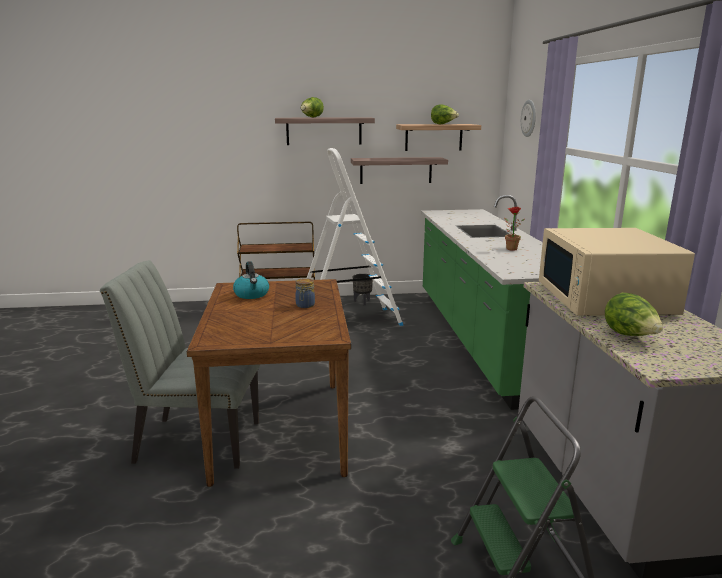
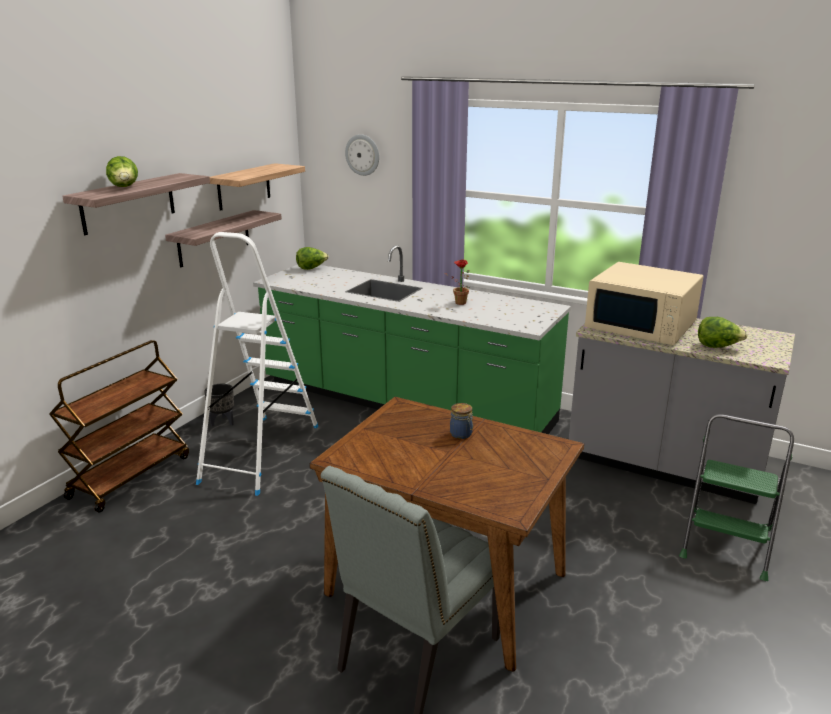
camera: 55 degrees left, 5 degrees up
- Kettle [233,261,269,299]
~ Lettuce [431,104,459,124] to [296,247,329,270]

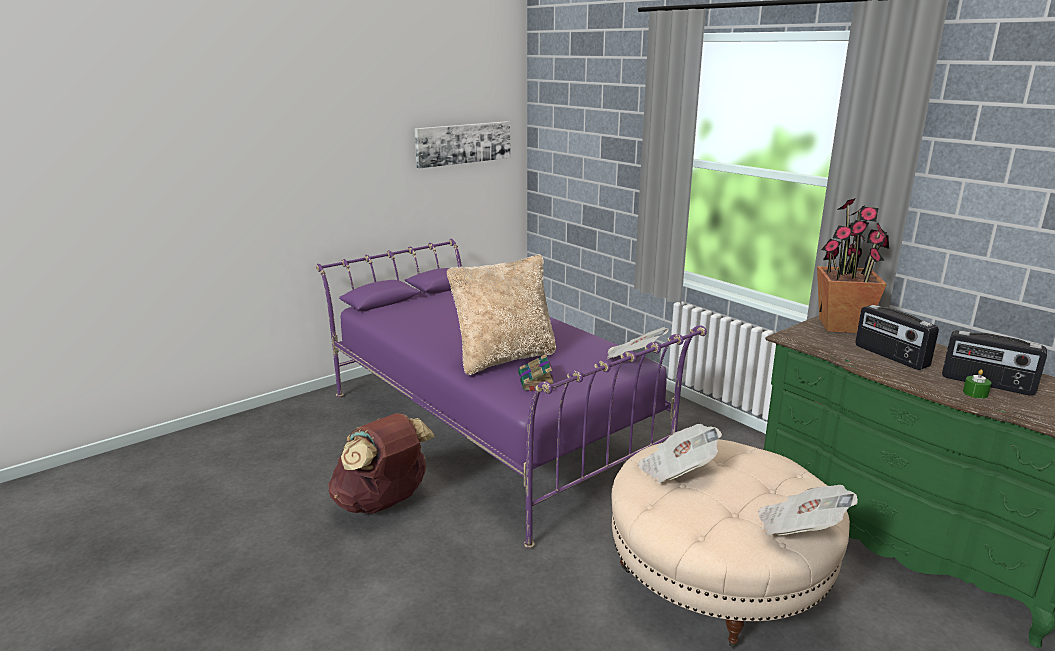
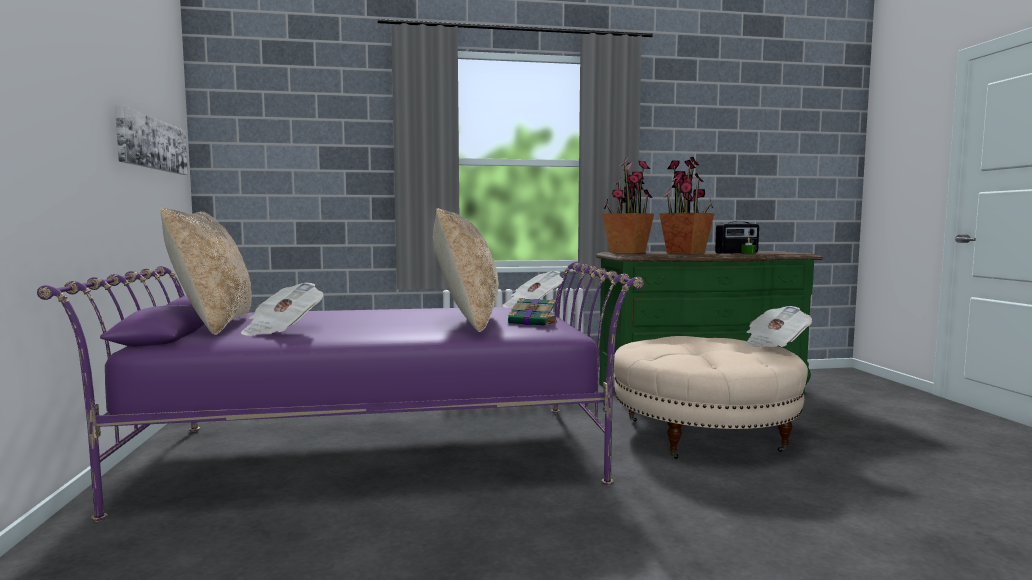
camera: 60 degrees left, 15 degrees down
- BrownBackpack [328,413,435,514]
+ BeigePillow [160,208,252,335]
~ Newspaper [638,424,722,483] to [241,283,323,336]
~ Radio [855,305,939,370] to PottedPlant [659,157,715,254]

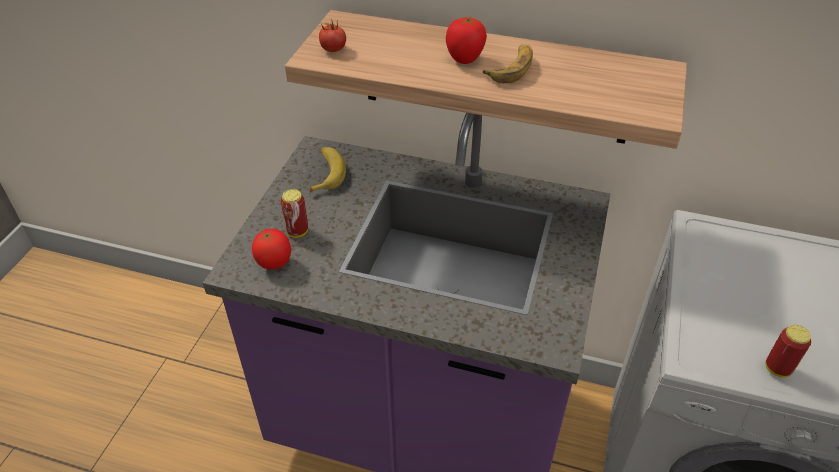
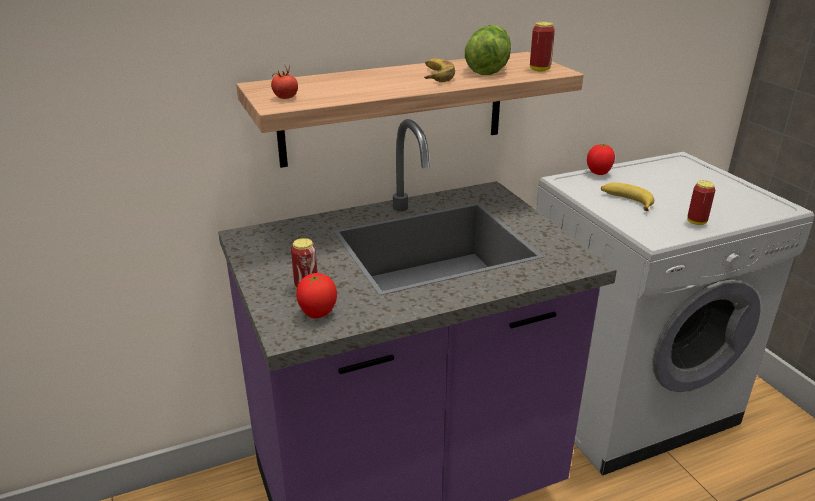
camera: 40 degrees left, 15 degrees down
+ Lettuce [465,25,511,75]
+ Can [530,22,555,71]
~ Banana [310,147,346,192] to [601,183,654,211]
~ Tomato [446,17,487,64] to [587,144,615,175]

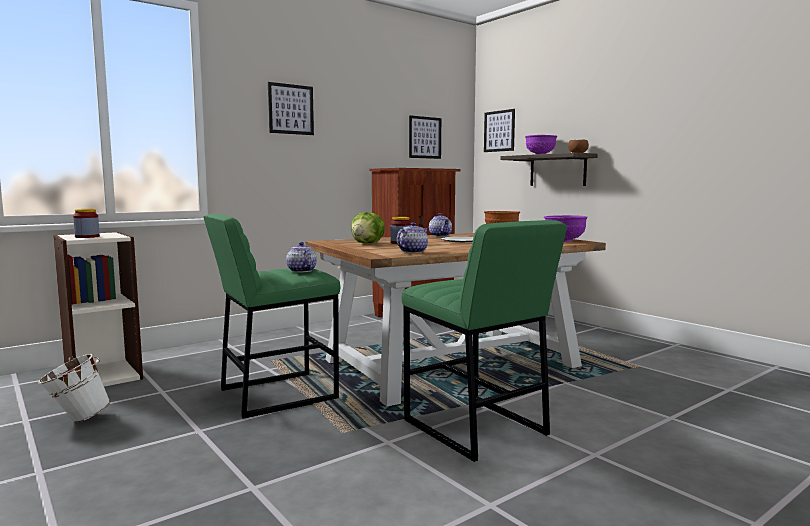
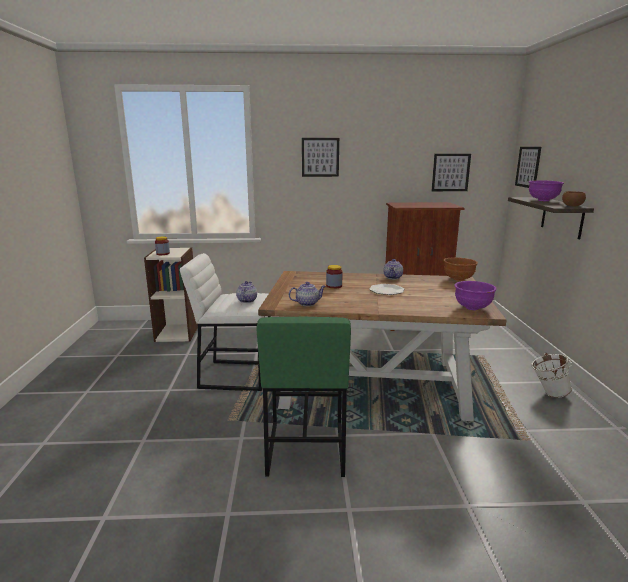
camera: 35 degrees right, 10 degrees up
- Lettuce [351,212,385,244]
~ WhiteBucket [38,354,111,423] to [531,353,572,398]
~ GreenStool [204,213,340,419] to WhiteStool [180,253,271,391]

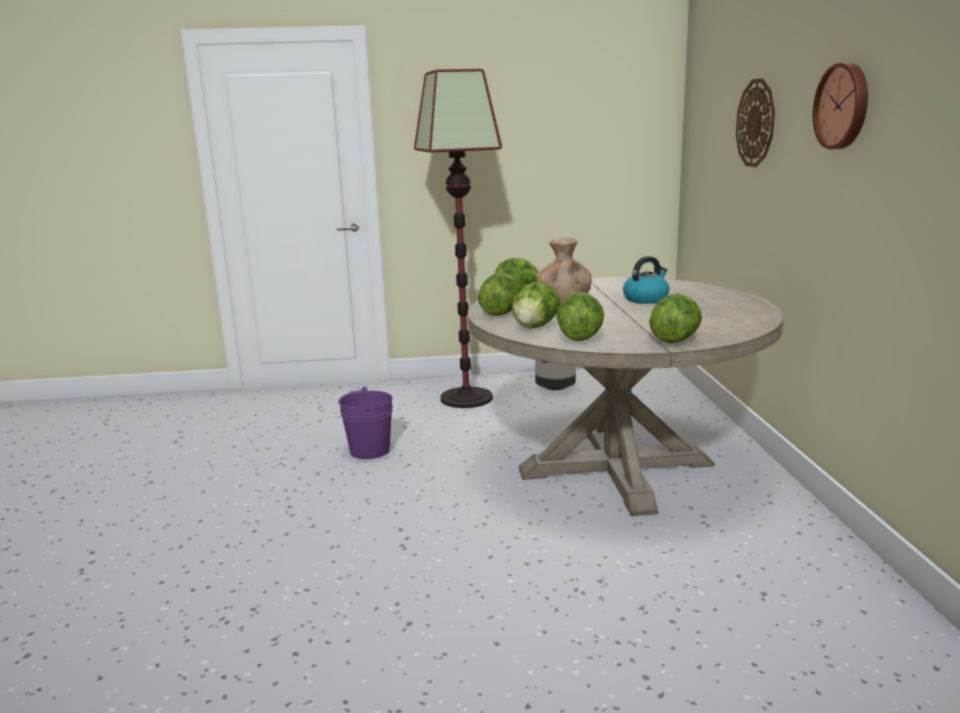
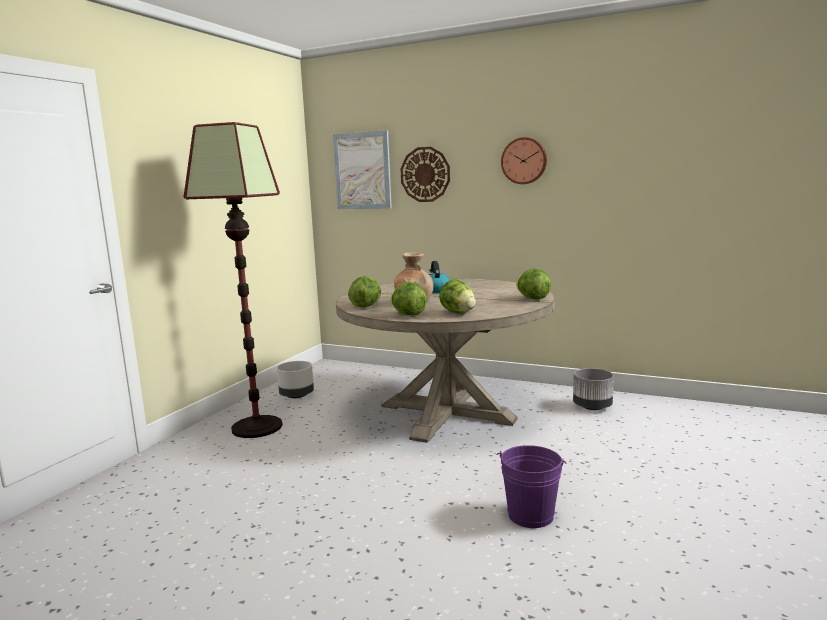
camera: 60 degrees left, 5 degrees down
- Lettuce [557,292,604,341]
+ Picture [333,130,392,209]
+ GreyPlanter [573,368,614,410]
~ PurpleBucket [338,387,393,459] to [496,445,566,528]

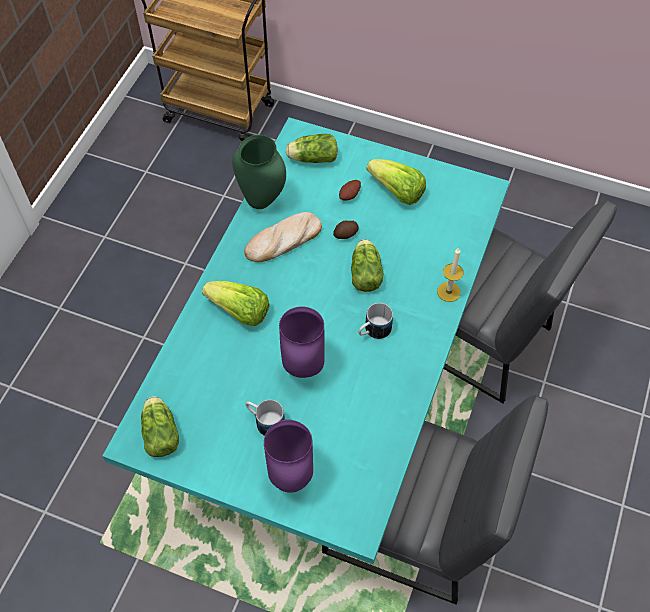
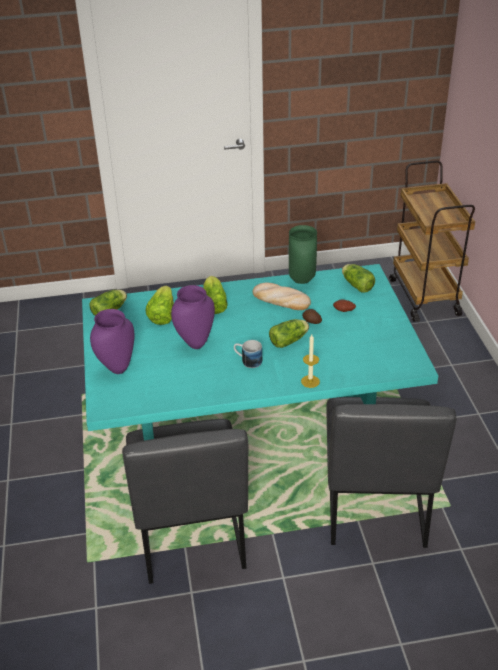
camera: 60 degrees right, 20 degrees down
- Mug [246,400,285,436]
~ Lettuce [366,159,426,205] to [146,286,174,325]

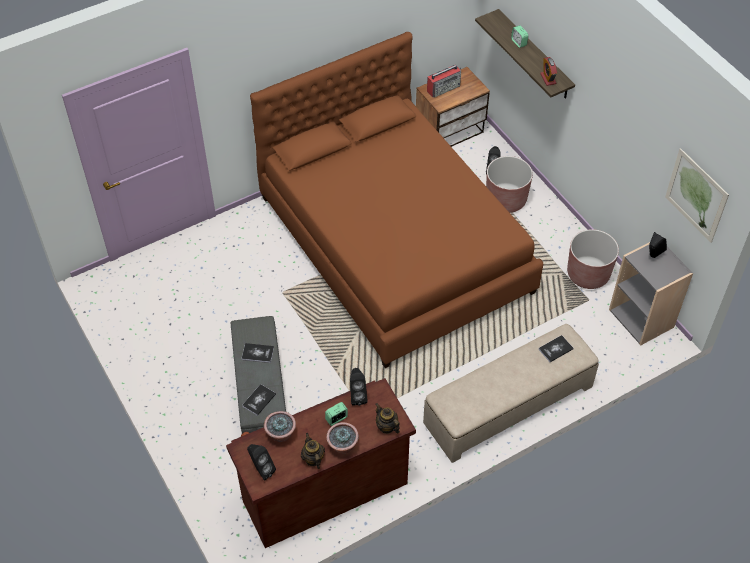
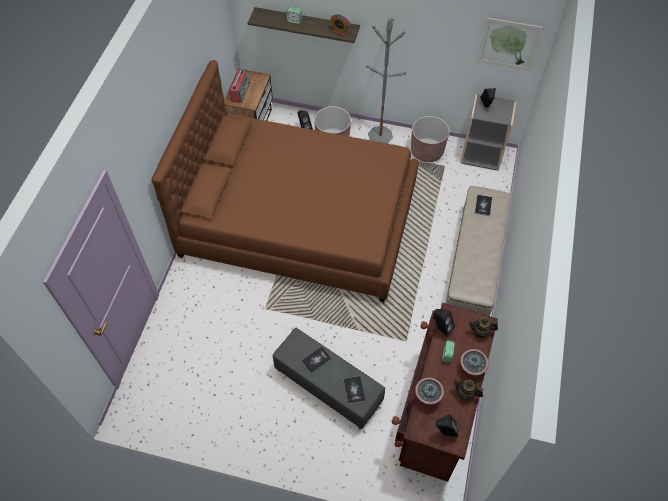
camera: 45 degrees left, 5 degrees up
+ GreyClothesRack [366,18,406,144]

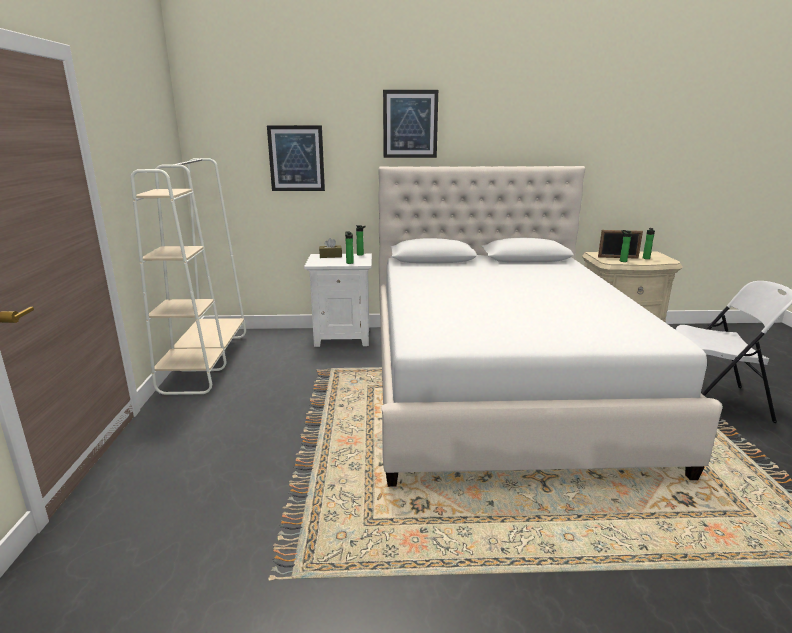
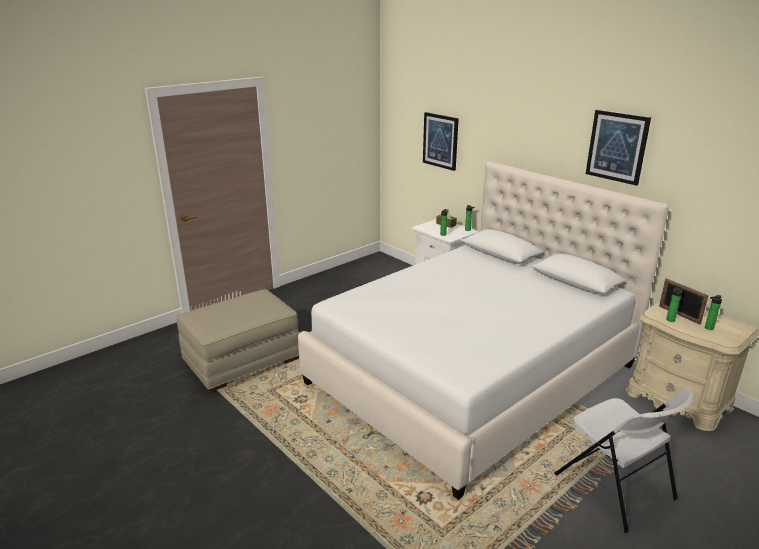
camera: 50 degrees right, 5 degrees up
- BeigeClothesRack [130,158,246,395]
+ BeigeOttoman [176,289,299,393]
~ Picture [383,90,438,158] to [586,110,651,186]

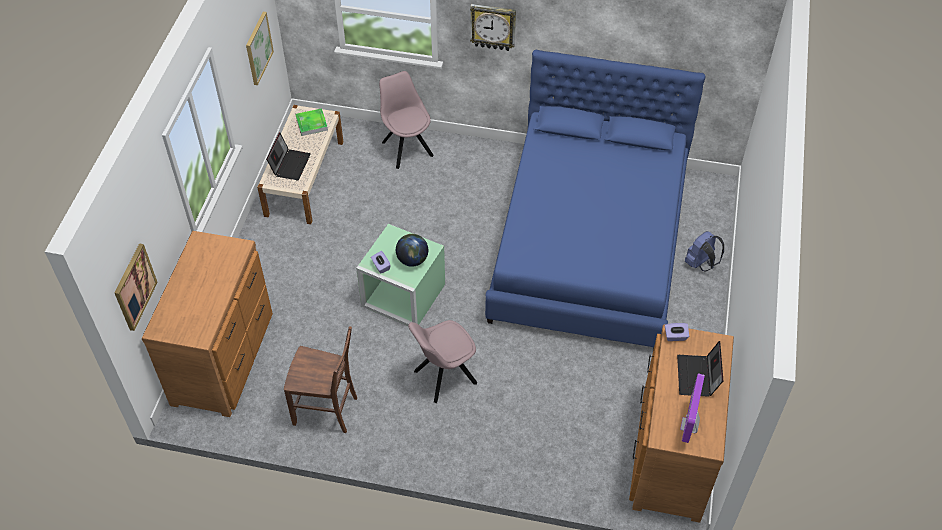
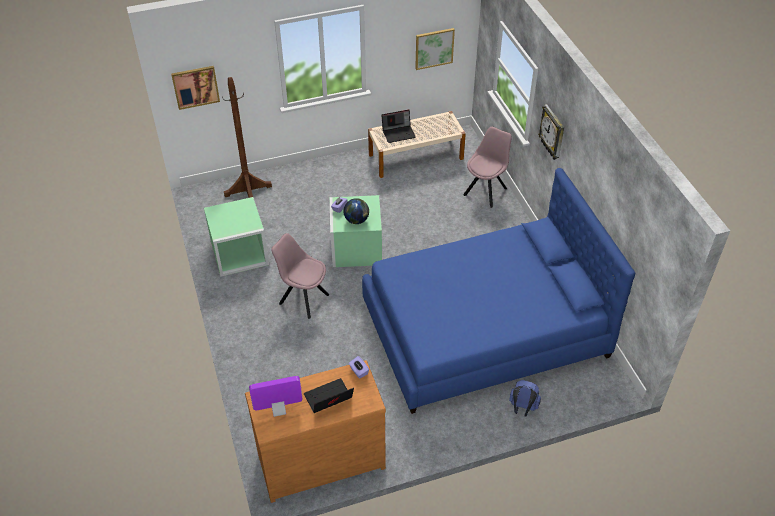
camera: 60 degrees right, 5 degrees down
- Tray [295,108,328,136]
~ BrownDresser [141,231,273,417] to BrownClothesRack [222,77,272,198]
~ BrownChair [284,326,357,433] to GreenStorageBox [204,197,269,277]

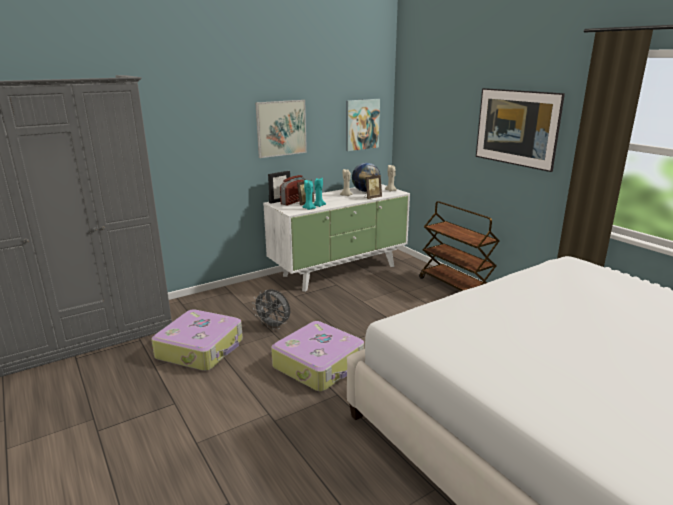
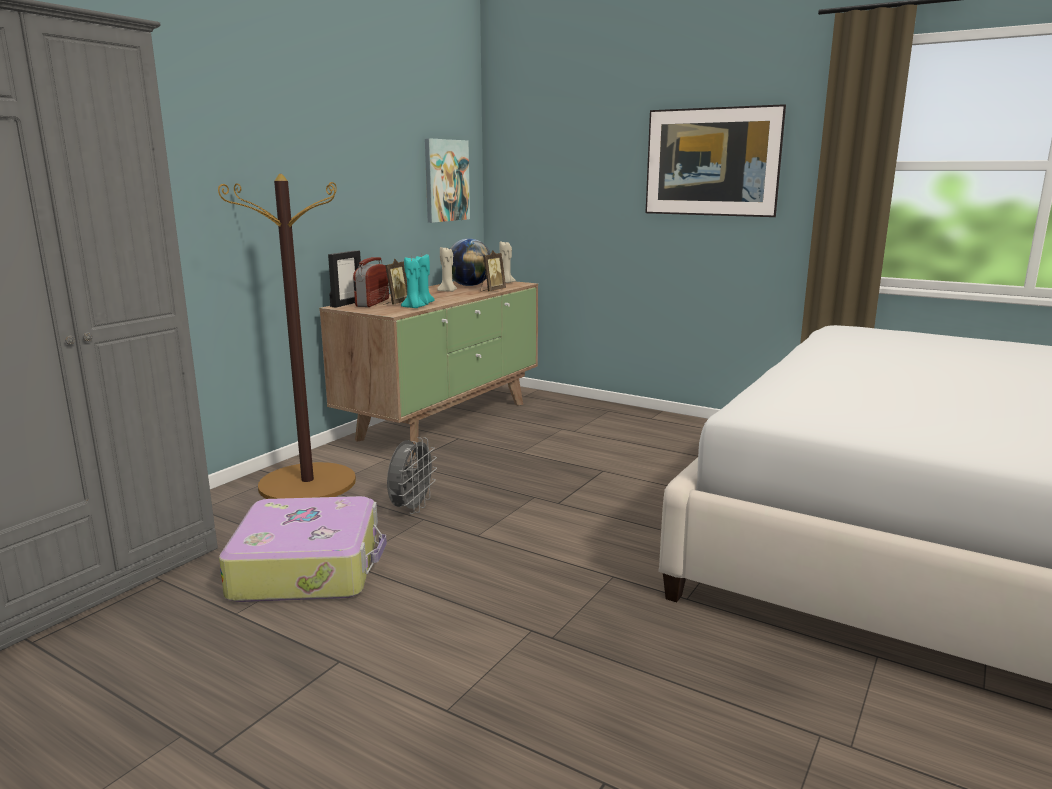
camera: 25 degrees left, 5 degrees down
- Picture [255,100,307,158]
- Suitcase [271,321,364,392]
- BrownCart [419,201,499,291]
+ BrownClothesRack [218,174,356,499]
~ WhiteDresser [263,184,410,292] to GreenDresser [319,279,538,455]
~ GreyFan [252,289,290,329] = [387,437,437,514] 75 degrees counterclockwise

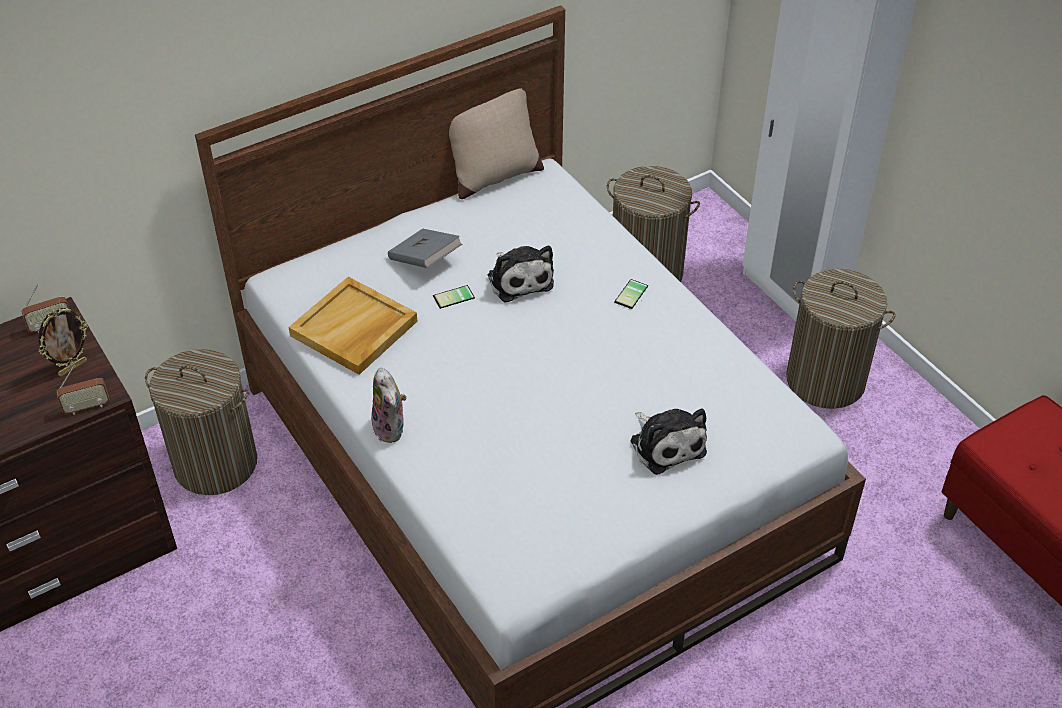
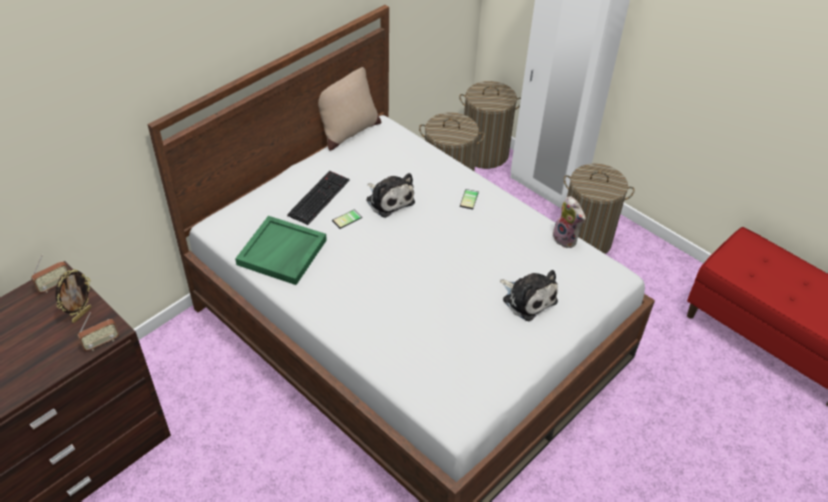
camera: 15 degrees left, 0 degrees up
~ LaundryBasket [145,349,257,495] to [459,81,521,169]
~ PlushToy [371,367,406,443] to [553,196,586,248]
~ GreyBook [388,229,463,268] to Keyboard [287,171,350,225]
~ BeigeTray [289,277,418,375] to GreenTray [235,216,327,285]

